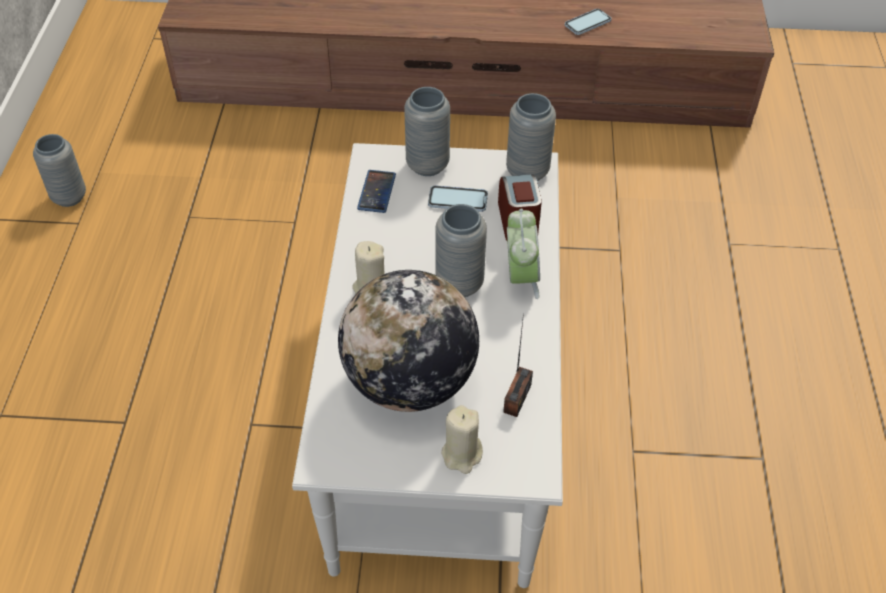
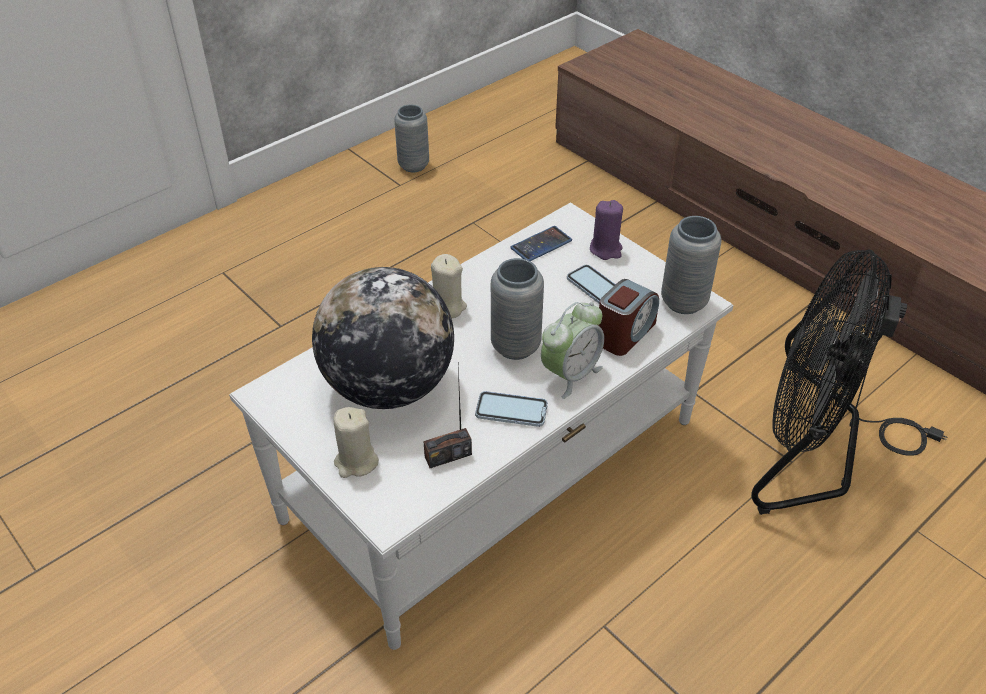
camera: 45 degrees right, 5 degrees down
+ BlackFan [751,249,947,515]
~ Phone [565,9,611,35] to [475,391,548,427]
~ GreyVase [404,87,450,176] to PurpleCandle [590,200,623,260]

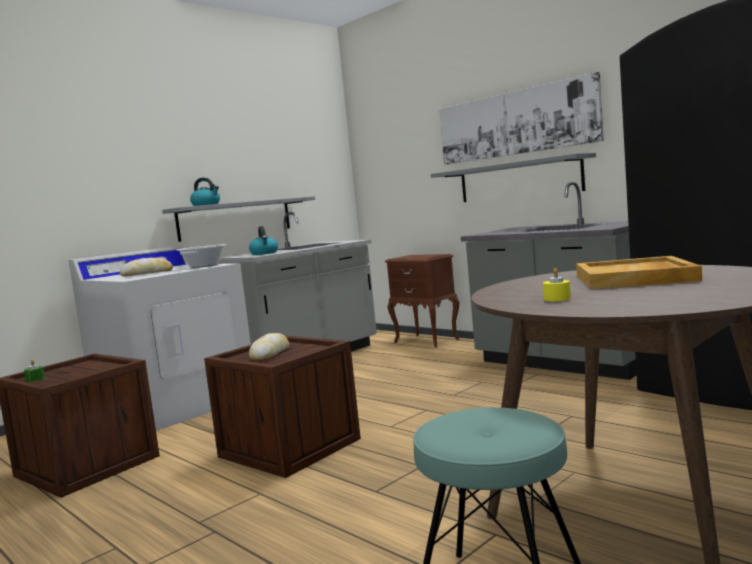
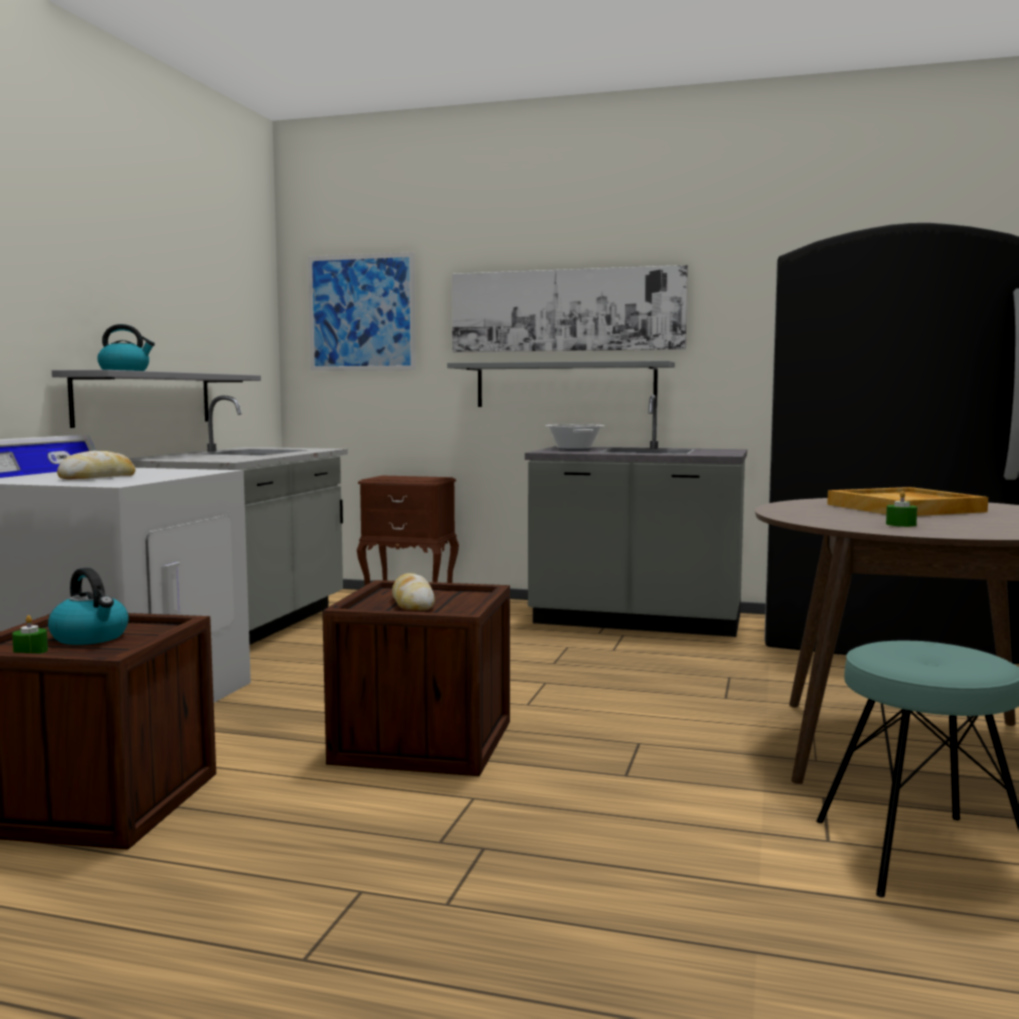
camera: 30 degrees left, 0 degrees up
+ Picture [308,252,416,371]
~ CookingPot [176,244,226,268] to [545,424,604,450]
~ Kettle [249,226,278,255] to [48,568,129,645]
~ YellowCandle [543,268,571,301] to GreenCandle [886,491,917,527]

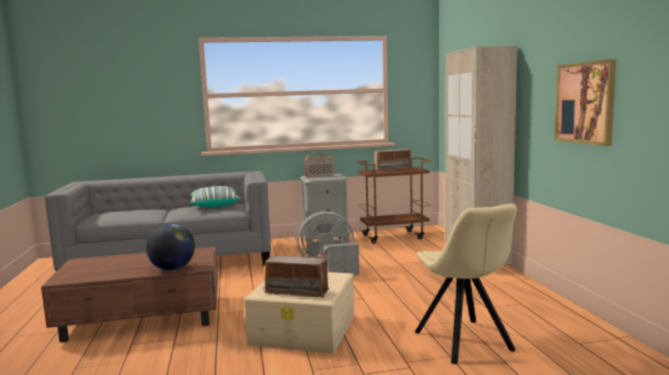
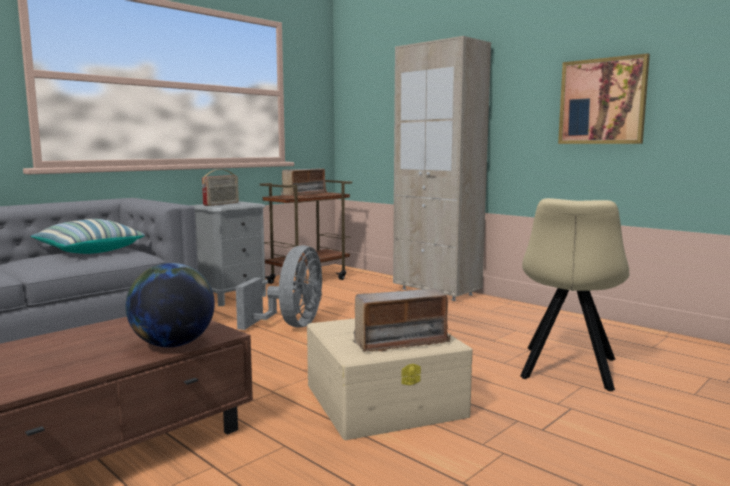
camera: 35 degrees left, 0 degrees up
~ GreyFan [297,211,359,276] = [236,245,322,330] 150 degrees clockwise
~ BeigeChair [415,204,517,364] = [520,198,630,391] 75 degrees clockwise

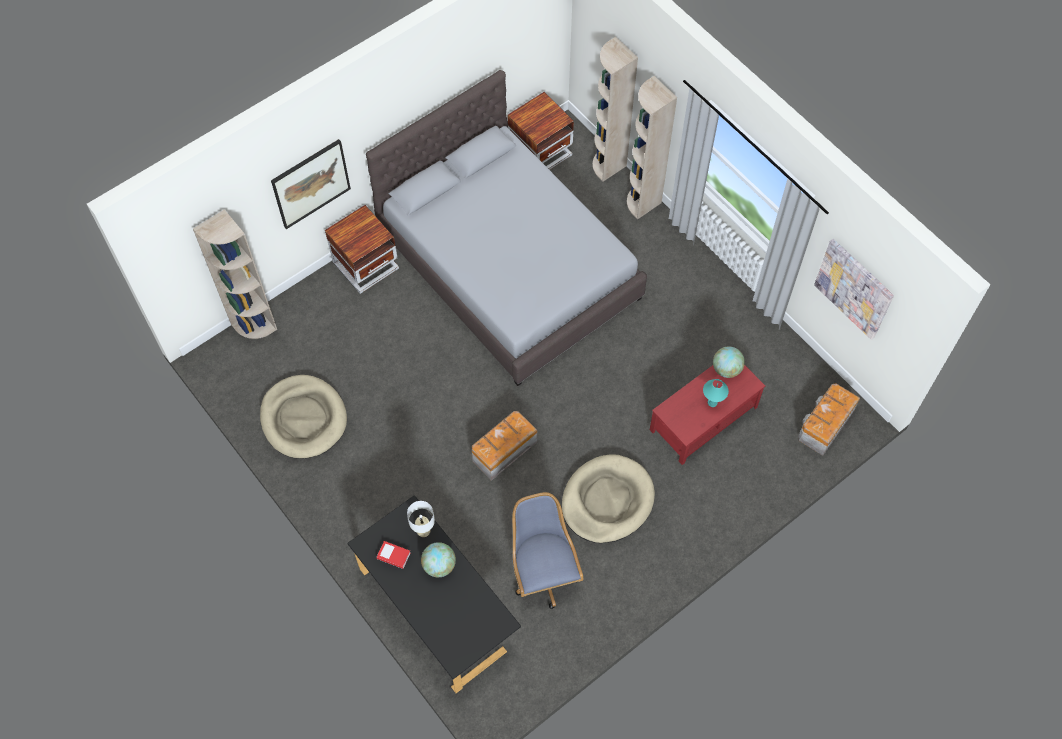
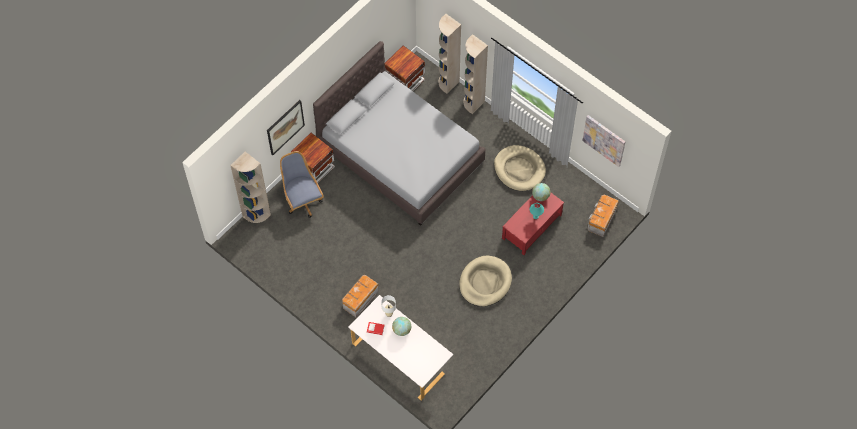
camera: 10 degrees left, 0 degrees up
~ BeigeDogBed [260,375,347,459] to [494,145,546,191]
~ StorageBox [472,411,537,481] to [342,275,379,318]
~ BlueOfficeChair [512,492,583,609] to [280,151,324,218]
~ BlackDesk [348,495,521,693] to WhiteDesk [348,295,453,401]

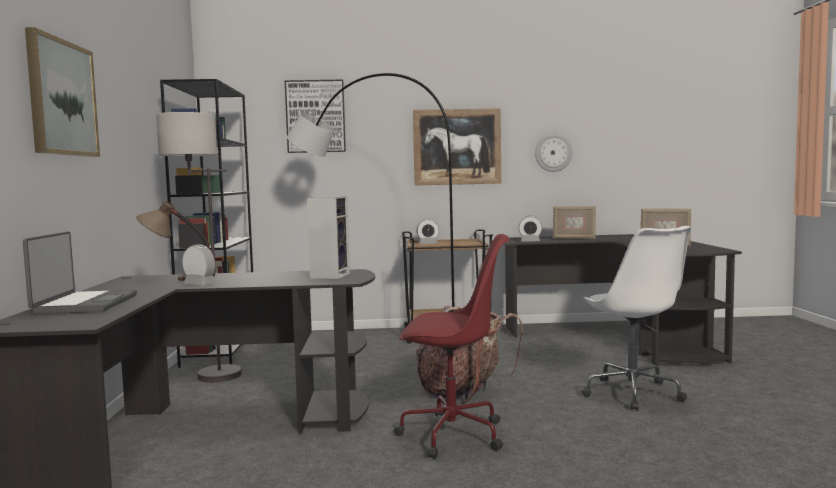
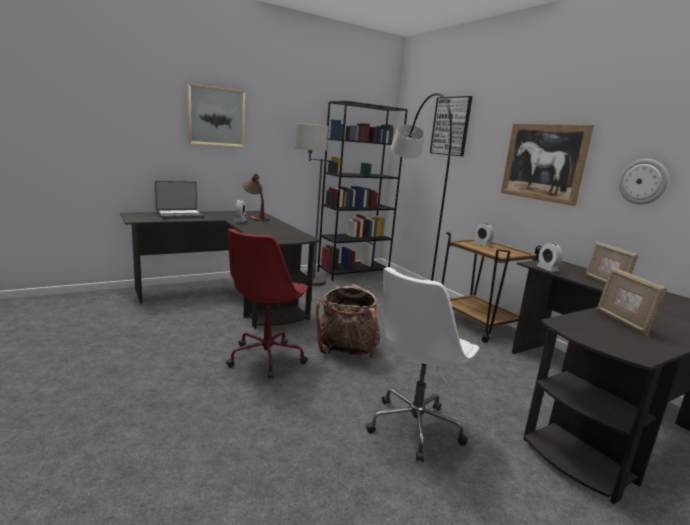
camera: 60 degrees right, 10 degrees up
- Speaker [307,196,350,279]
~ RedOfficeChair [394,234,510,459] = [226,229,309,379] 45 degrees clockwise

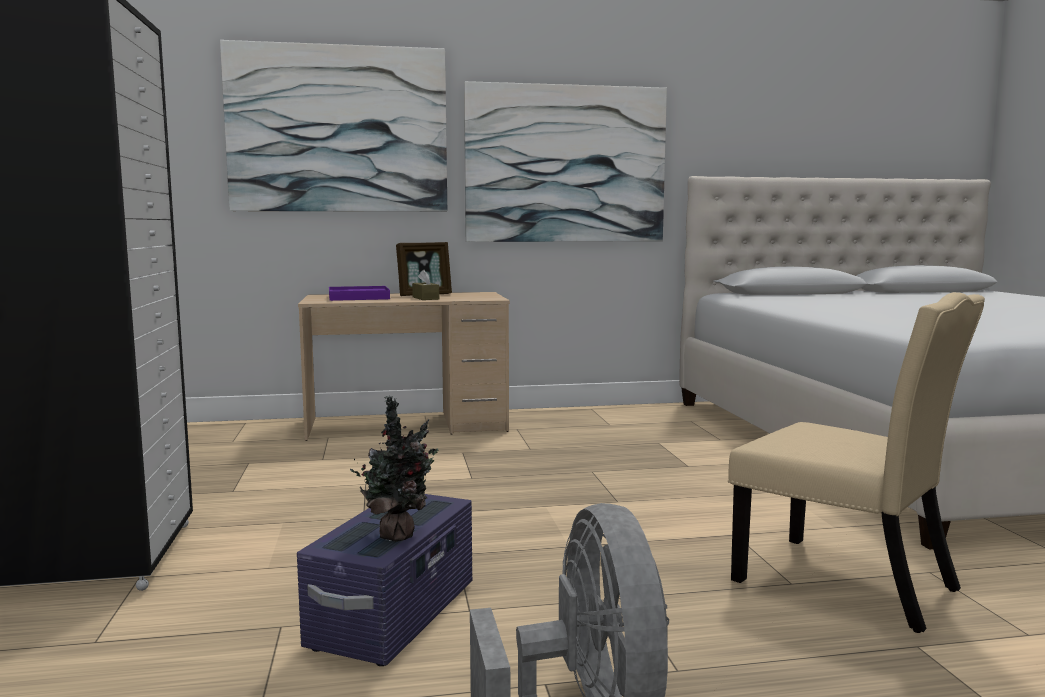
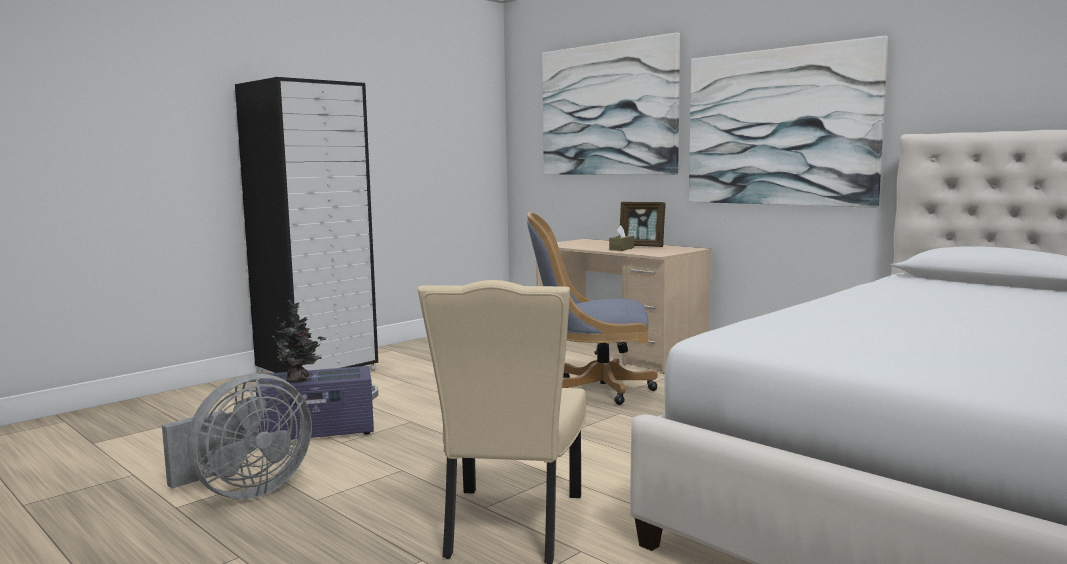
camera: 55 degrees right, 0 degrees up
- PurpleTray [329,286,390,301]
+ BlueOfficeChair [527,212,658,405]

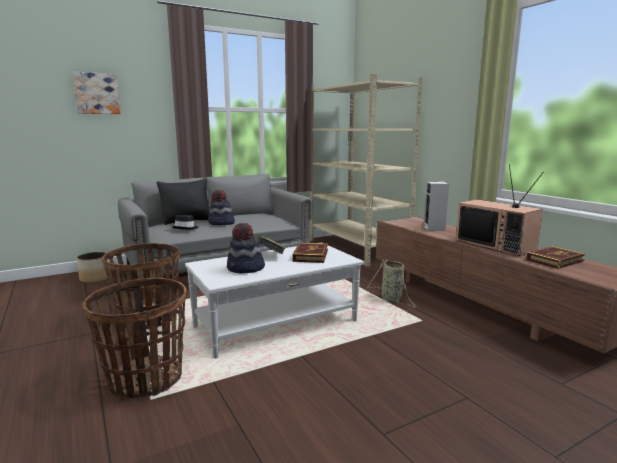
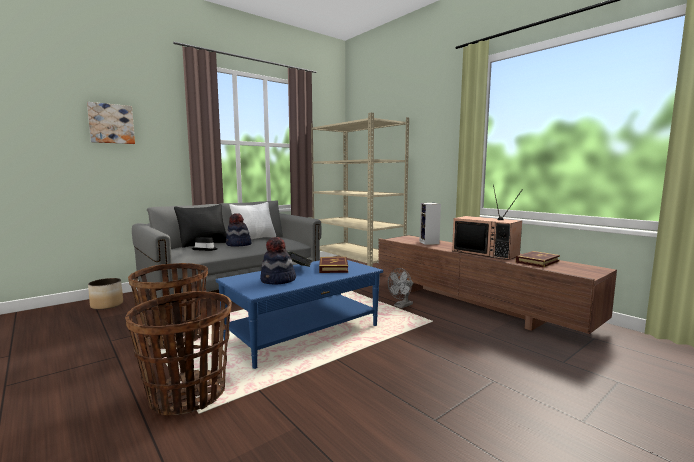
camera: 10 degrees left, 5 degrees down
+ WhitePillow [229,202,276,239]
~ Basket [367,259,416,308] to GreyFan [388,268,413,308]
~ WhiteCoffeeTable [185,242,365,359] to BlueCoffeeTable [216,260,383,369]

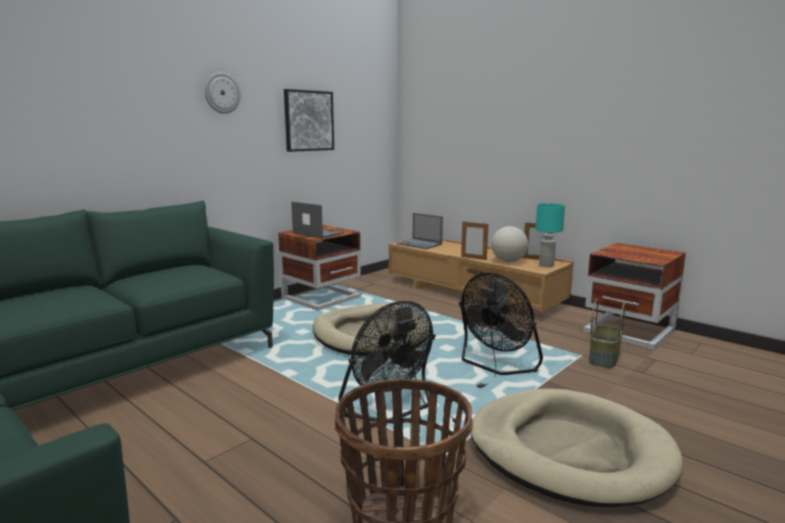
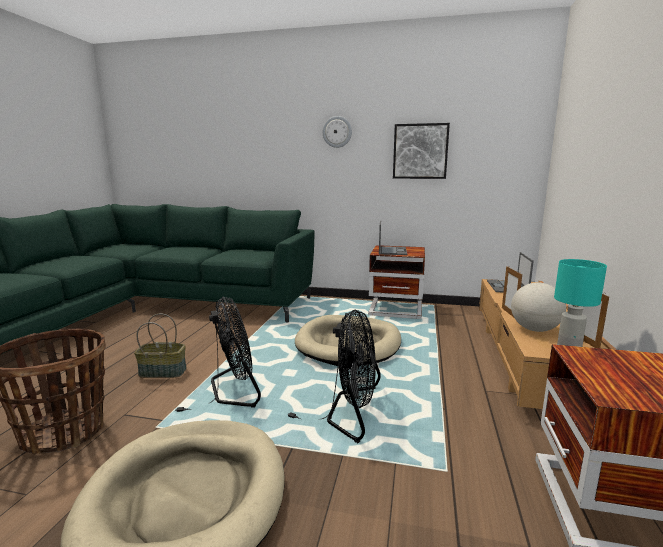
camera: 60 degrees right, 0 degrees up
~ Basket [589,299,626,368] to [134,314,187,378]
~ BlackFan [339,301,456,423] = [175,297,261,412] 45 degrees clockwise

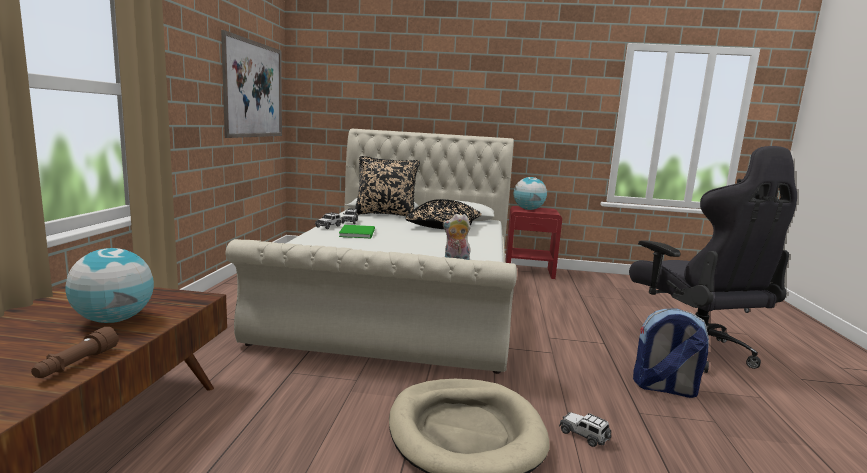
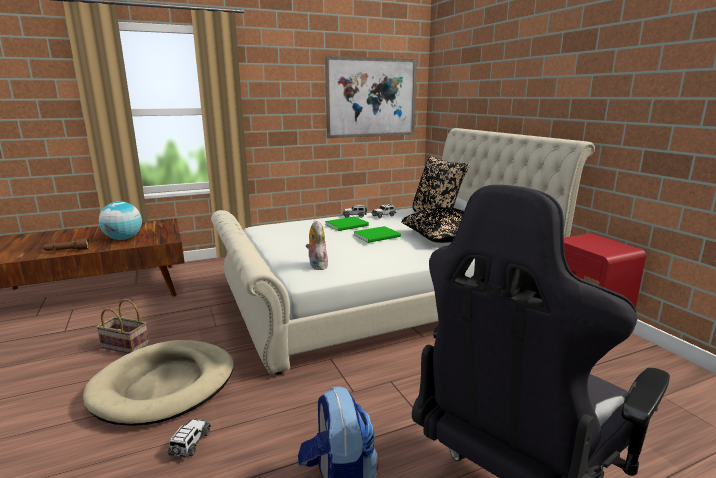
camera: 60 degrees right, 5 degrees up
- Globe [514,177,547,210]
+ Basket [96,299,149,354]
+ GreenBook [353,226,401,243]

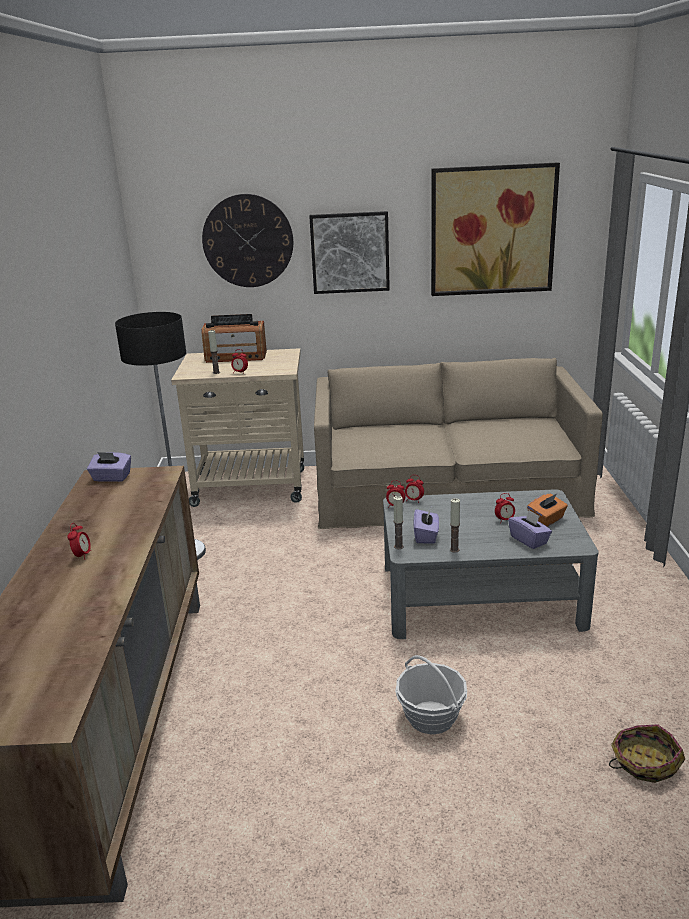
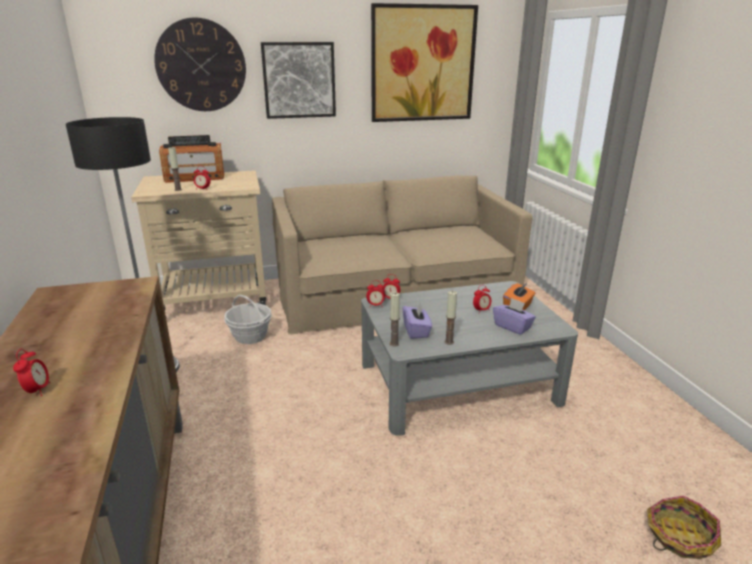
camera: 15 degrees left, 0 degrees up
- PurpleTissueBox [87,452,131,482]
~ Basket [395,655,467,735] to [224,295,272,344]

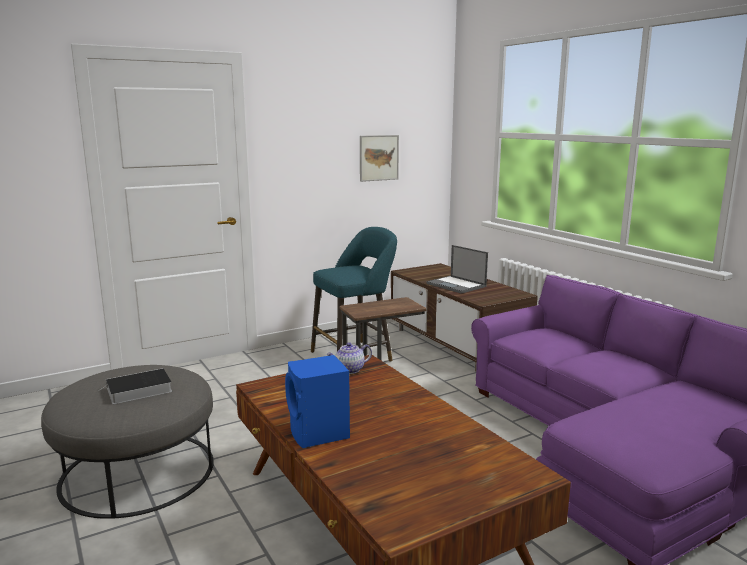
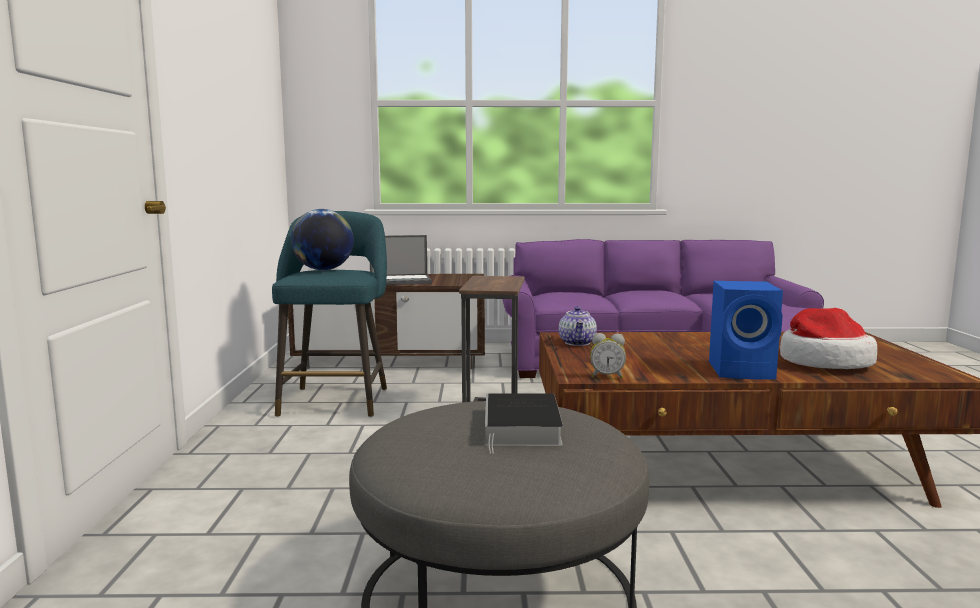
camera: 60 degrees left, 5 degrees down
- Picture [360,135,399,182]
+ Globe [291,209,354,270]
+ AlarmClock [590,333,626,379]
+ Hat [780,308,877,369]

